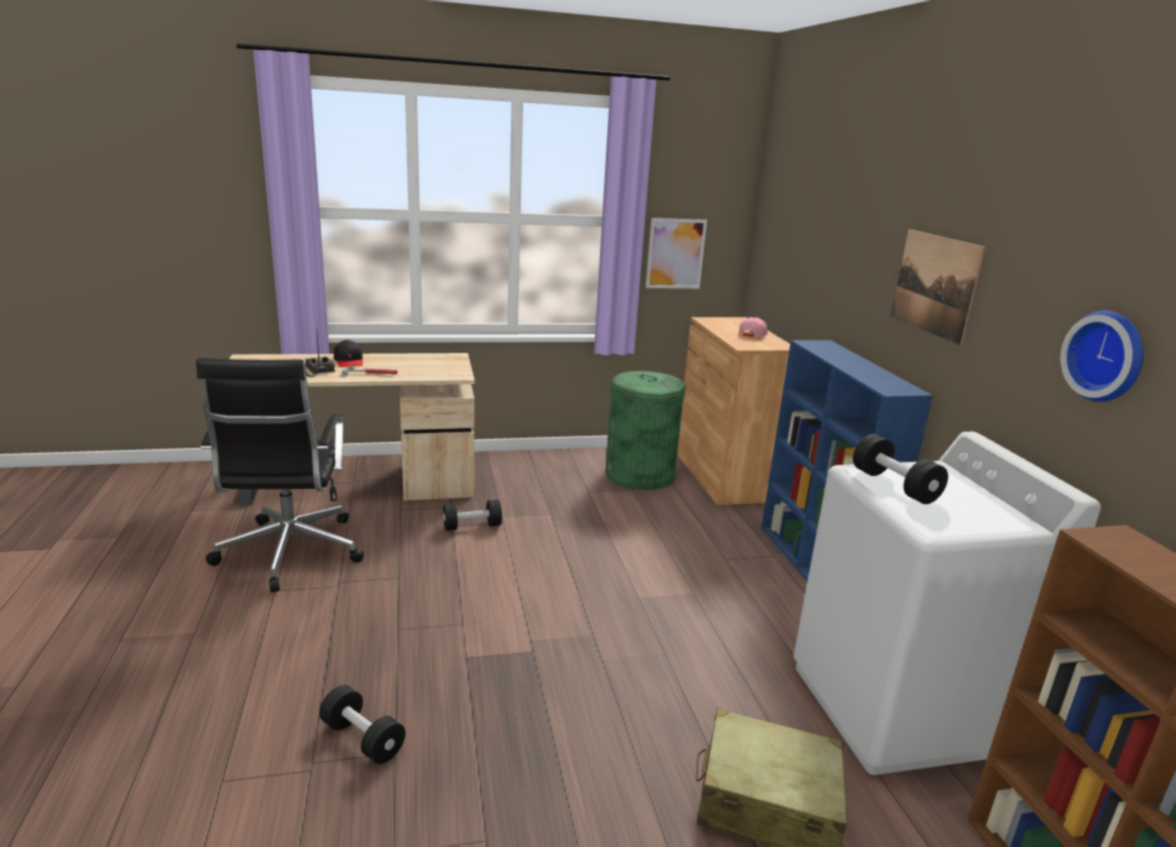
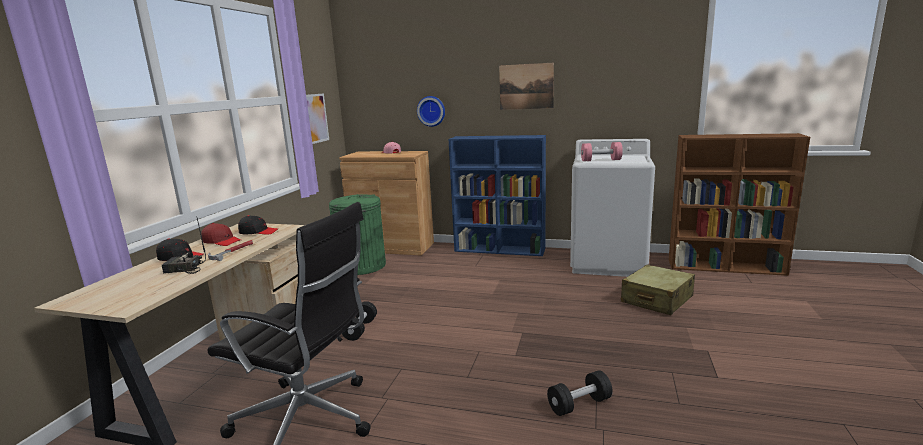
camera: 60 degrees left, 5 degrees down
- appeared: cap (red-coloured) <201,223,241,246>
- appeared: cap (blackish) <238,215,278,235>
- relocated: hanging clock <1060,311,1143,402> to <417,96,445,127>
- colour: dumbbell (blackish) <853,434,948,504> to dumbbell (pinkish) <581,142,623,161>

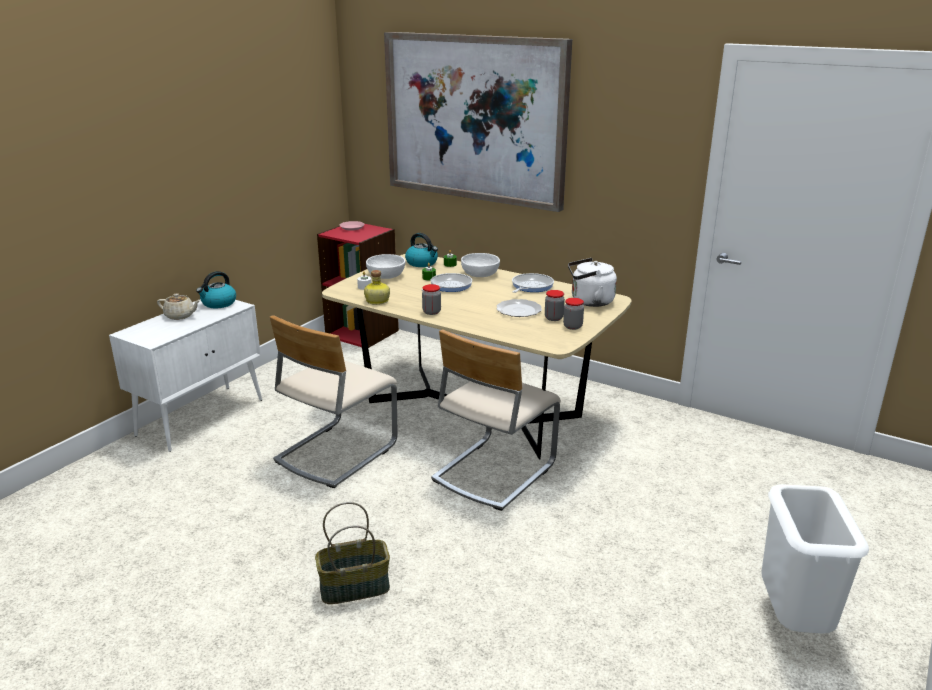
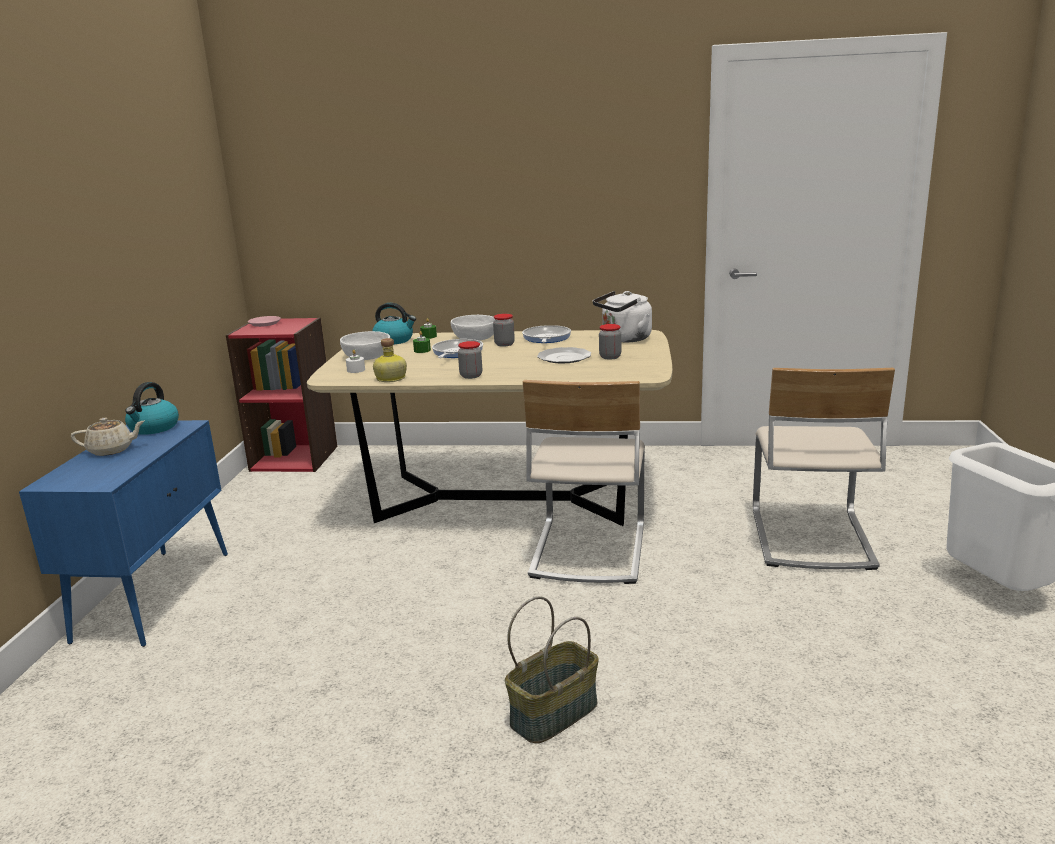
camera: 25 degrees left, 5 degrees down
- colour: storage cabinet (white-coloured) <109,300,262,452> to storage cabinet (blue) <19,420,228,647>
- relocated: jar <563,298,584,330> to <493,314,515,347>
- relocated: plain chair (sand-coloured) <270,315,398,488> to <753,368,895,570>
- missing: wall picture <384,32,572,212>

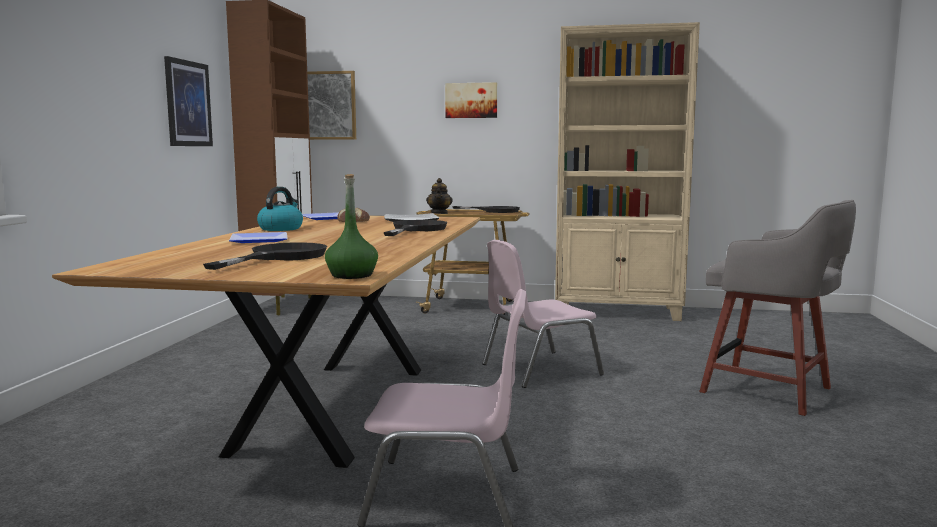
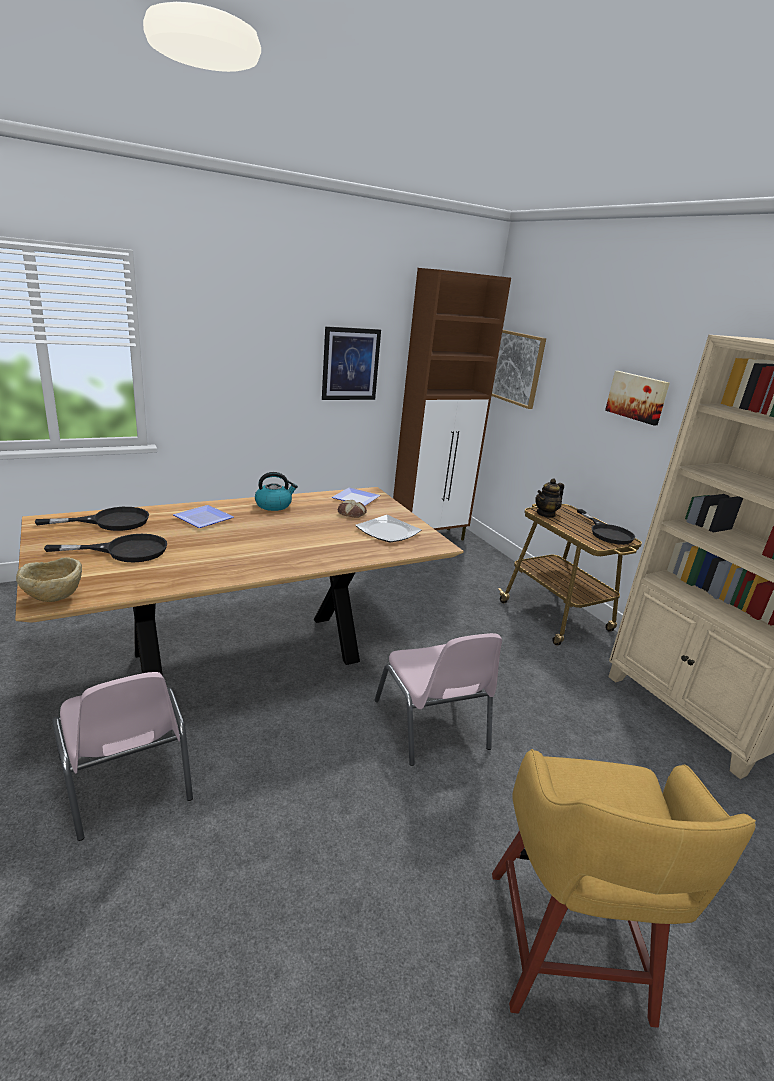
camera: 50 degrees right, 15 degrees up
- exchanged: beverage bottle (greenish) <325,174,378,279> to serving bowl (sand-coloured) <16,557,82,602>
- relocated: pan (blackish) <384,220,448,236> to <35,507,149,531>
- spun: plain chair (pinkish) <482,240,604,388> = <375,633,502,766> 135 degrees counterclockwise
- colour: stool (gray) <699,200,856,416> to stool (yellow) <492,749,756,1028>

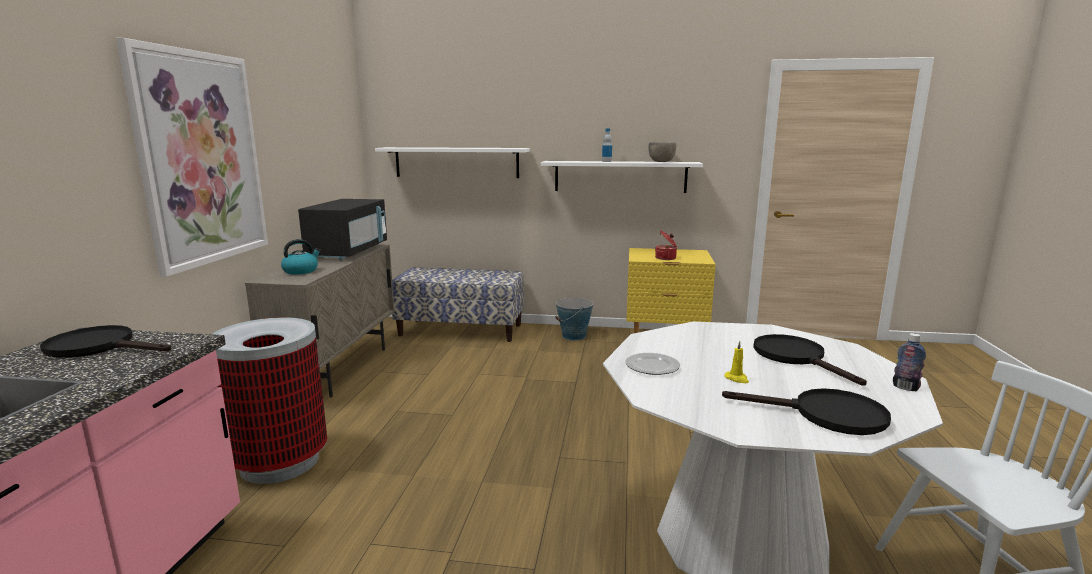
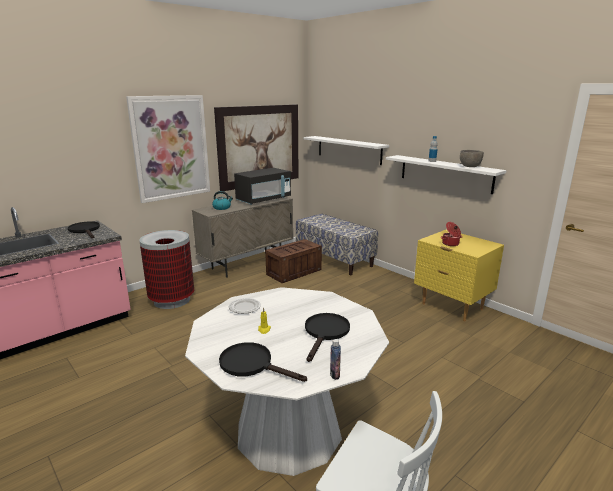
camera: 40 degrees right, 5 degrees up
- appeared: wall picture <214,104,298,191>
- spun: pan (blackish) <722,388,891,435> = <219,342,307,382> 150 degrees clockwise
- appeared: packing crate <265,239,322,283>
- missing: water bucket <555,296,594,341>

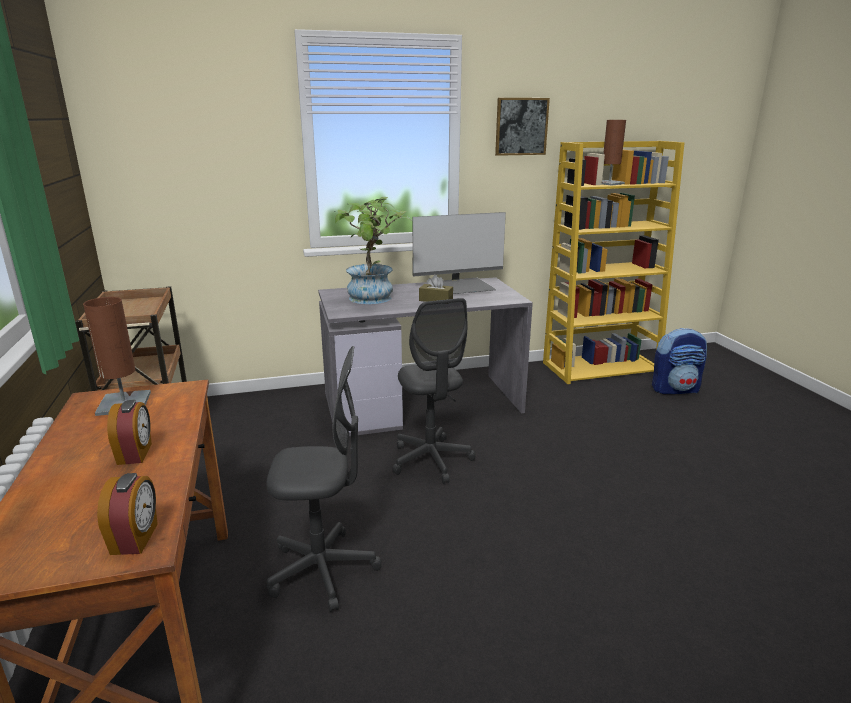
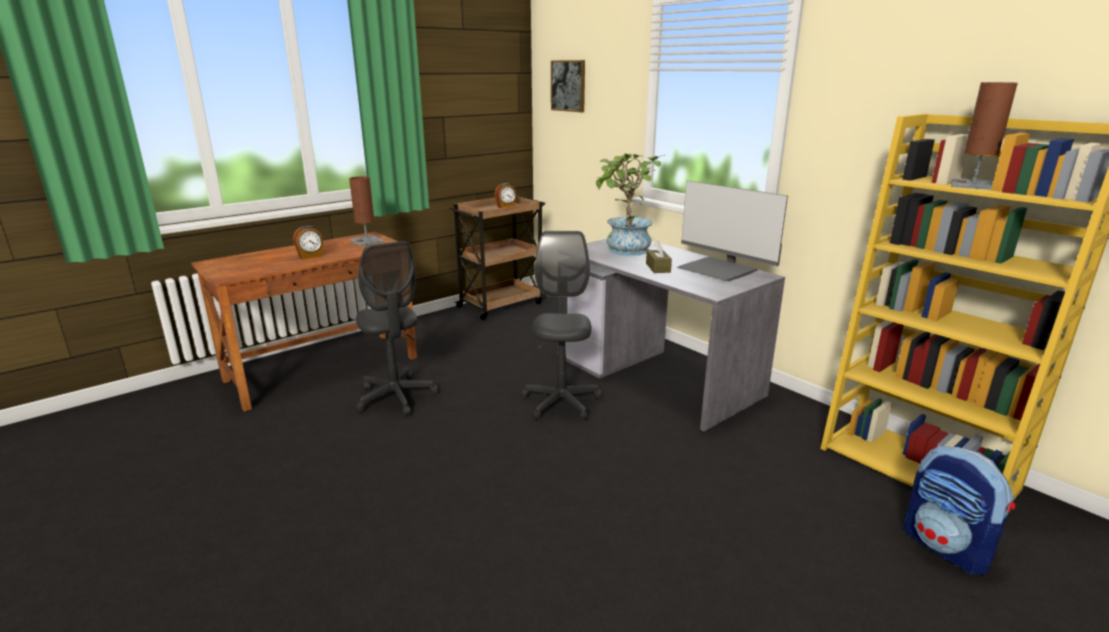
camera: 65 degrees right, 0 degrees up
- relocated: table clock <97,473,158,555> to <495,183,516,208>
- spun: office chair (gray) <392,298,475,484> = <521,231,603,420> 135 degrees clockwise
- relocated: wall picture <495,98,550,156> to <551,60,585,112>

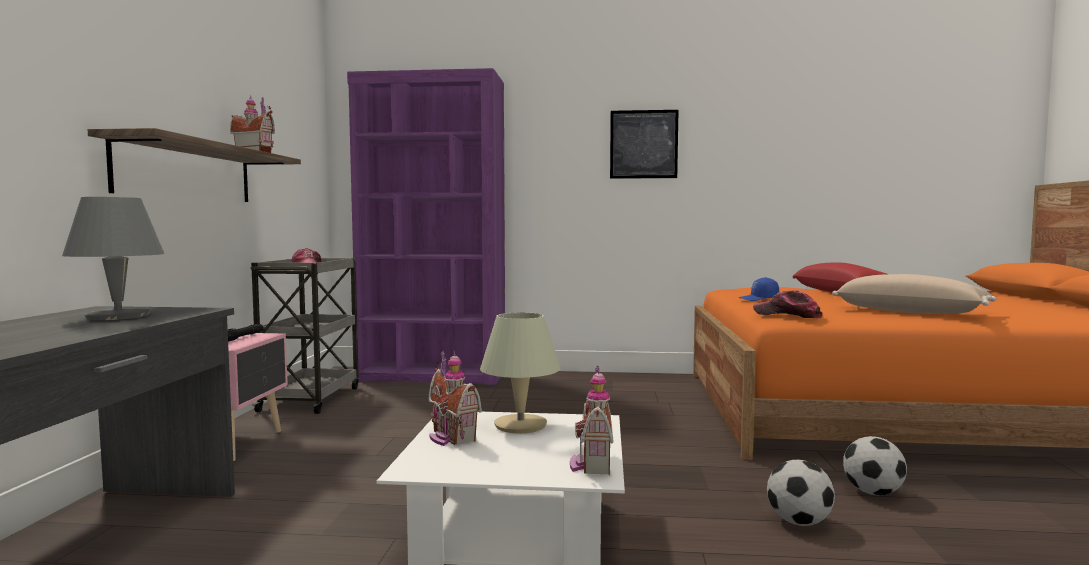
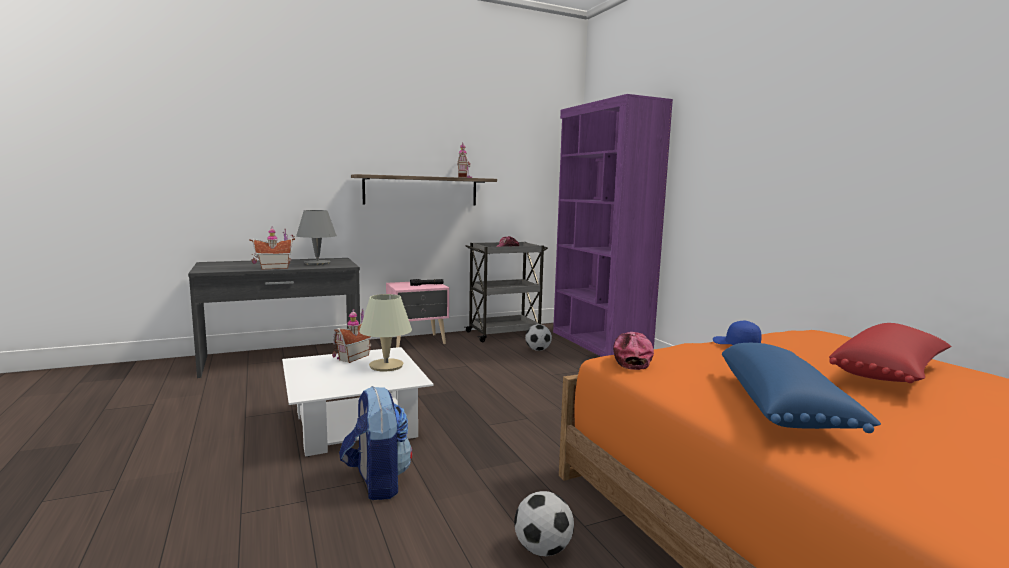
camera: 60 degrees right, 5 degrees up
- relocated: model house <570,366,614,475> to <249,228,295,269>
- appeared: knapsack <339,386,412,500>
- relocated: football ball <767,460,835,526> to <525,324,552,351>
- colour: throw pillow (sand-coloured) <832,274,996,314> to throw pillow (blue) <722,343,881,433>
- missing: wall picture <610,110,679,179>

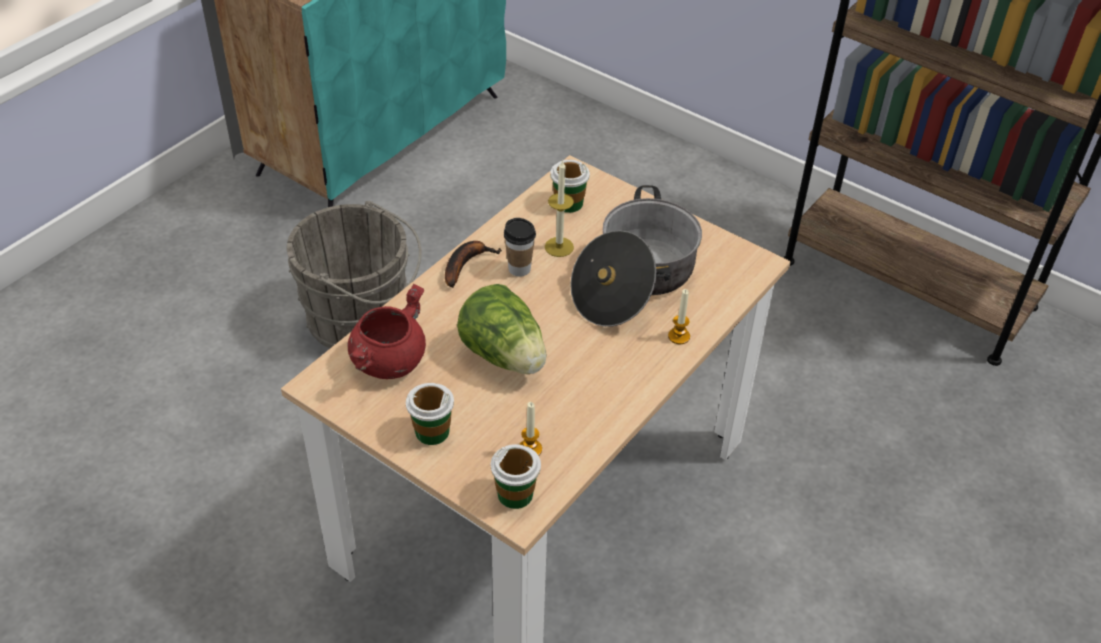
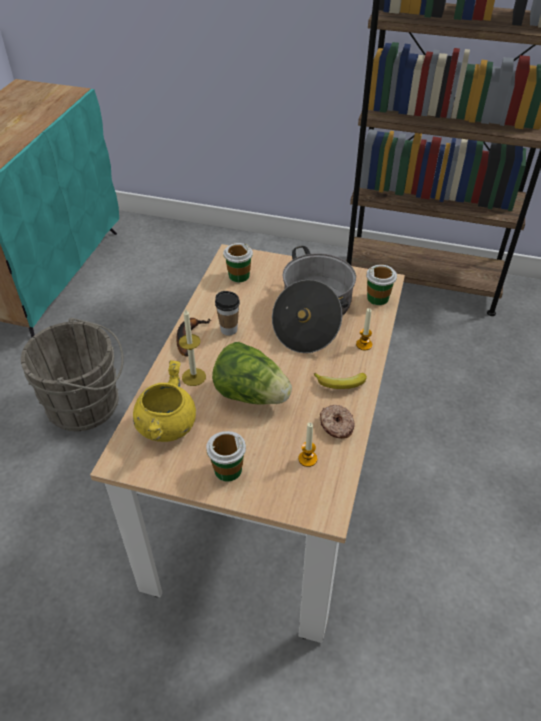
camera: 20 degrees left, 0 degrees up
- colour: stockpot (red-coloured) <348,284,426,379> to stockpot (yellow) <133,360,196,442>
- relocated: candle <545,160,574,257> to <179,309,206,386>
- appeared: banana <314,373,367,389>
- appeared: ring doughnut <320,405,355,439>
- relocated: cup <491,444,541,509> to <366,264,397,305>

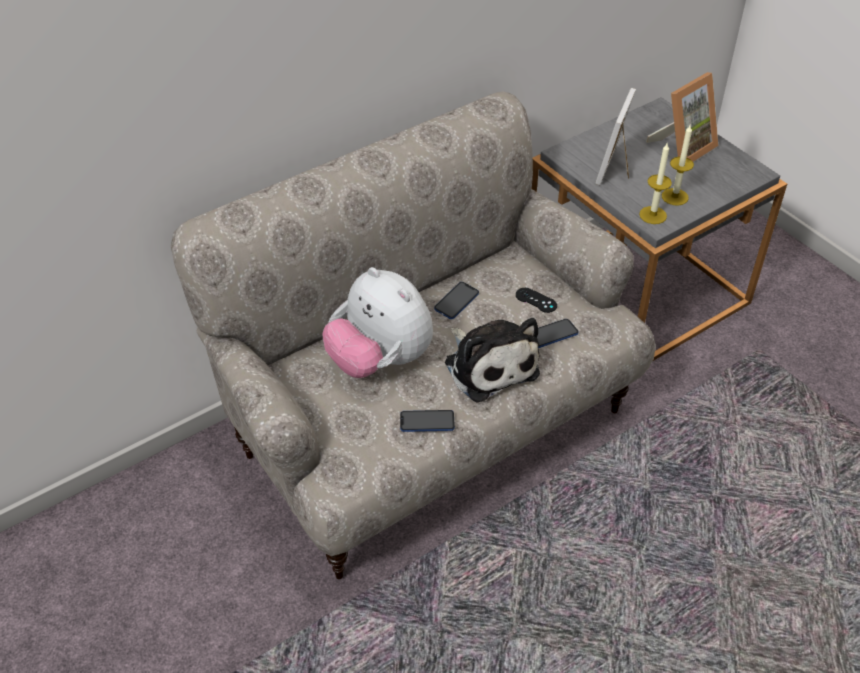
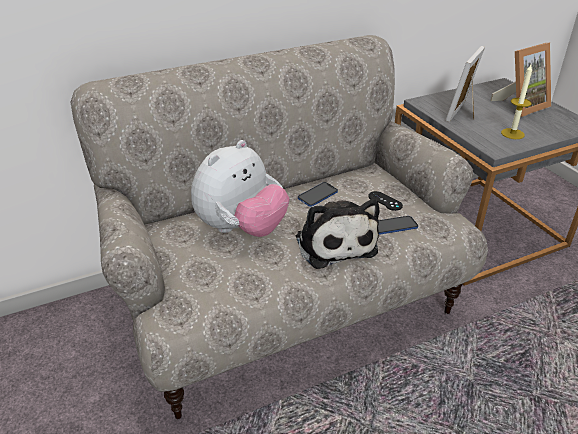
camera: 10 degrees right, 10 degrees down
- spun: plush toy <322,267,433,378> = <191,140,289,237> 105 degrees counterclockwise
- missing: telephone <400,410,455,432>
- missing: candle <639,142,672,224>

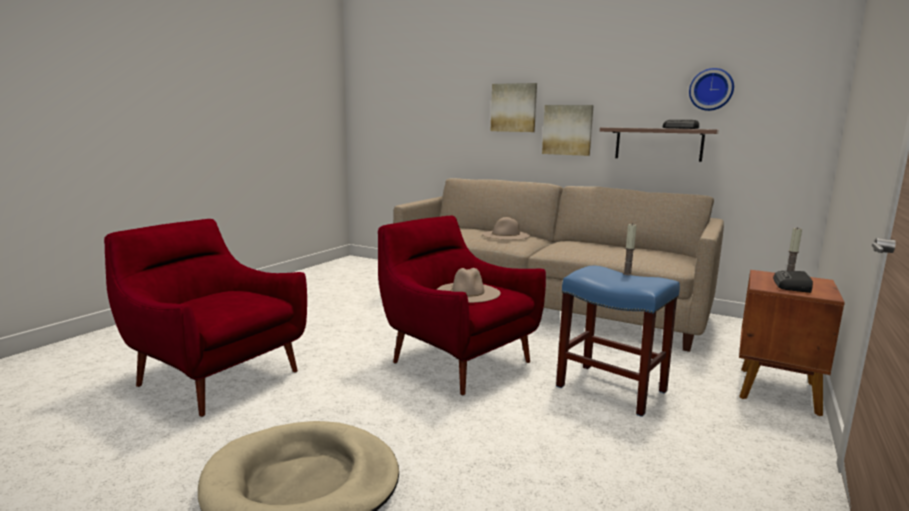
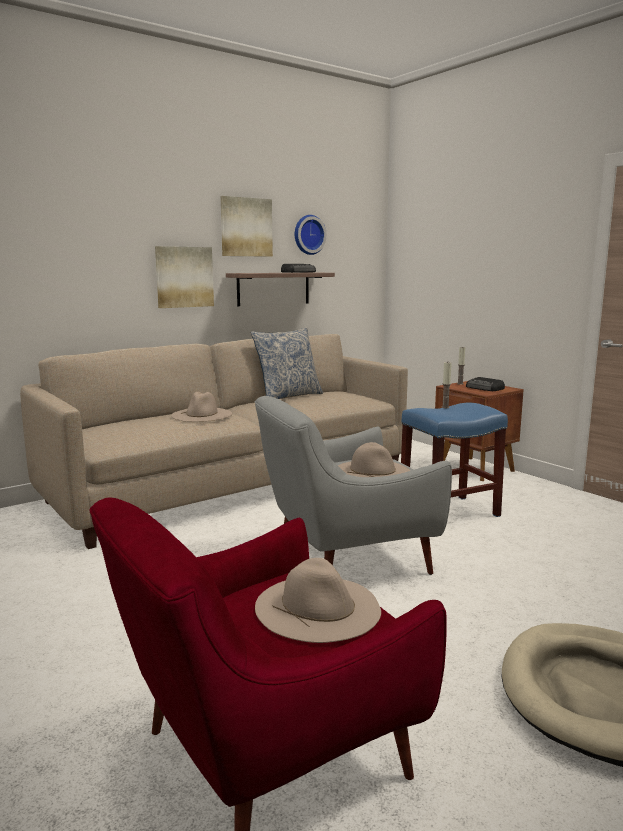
camera: 65 degrees left, 0 degrees up
- relocated: wall picture <491,83,537,132> to <220,196,273,257>
- appeared: throw pillow <251,327,323,399>
- colour: lounge chair (red-coloured) <378,216,546,395> to lounge chair (gray) <254,396,452,575>
- appeared: hat (sand-coloured) <255,558,381,643>

